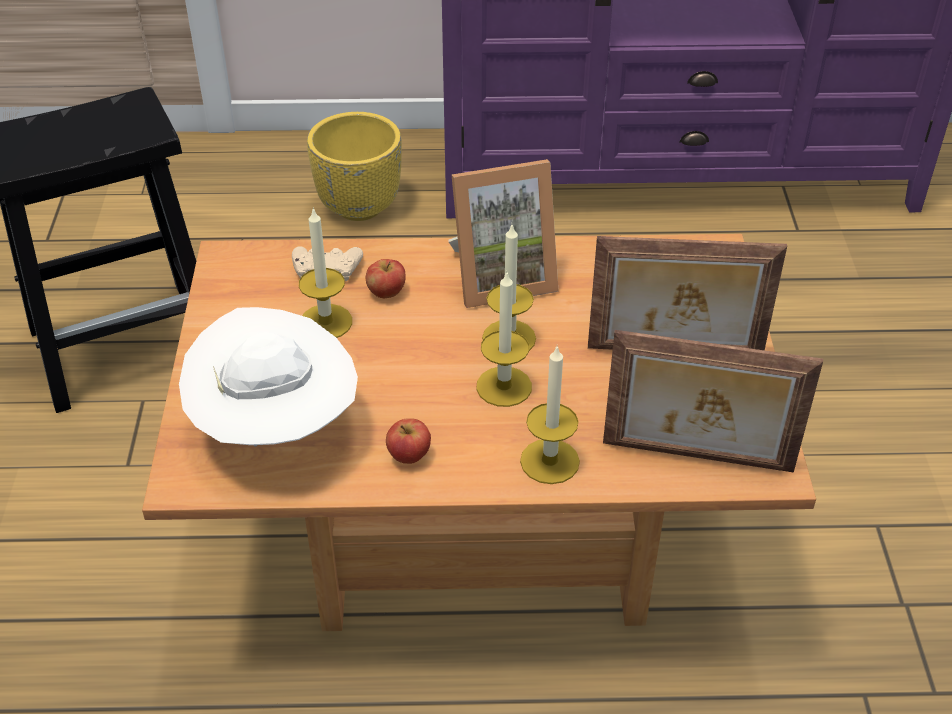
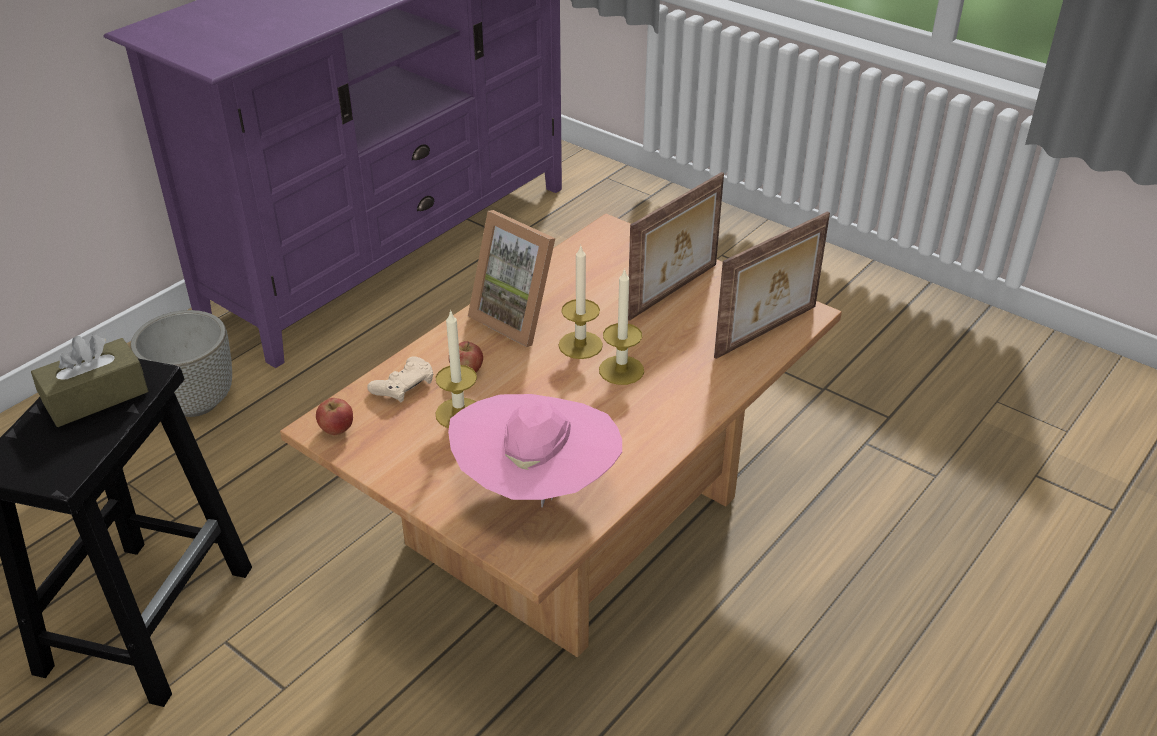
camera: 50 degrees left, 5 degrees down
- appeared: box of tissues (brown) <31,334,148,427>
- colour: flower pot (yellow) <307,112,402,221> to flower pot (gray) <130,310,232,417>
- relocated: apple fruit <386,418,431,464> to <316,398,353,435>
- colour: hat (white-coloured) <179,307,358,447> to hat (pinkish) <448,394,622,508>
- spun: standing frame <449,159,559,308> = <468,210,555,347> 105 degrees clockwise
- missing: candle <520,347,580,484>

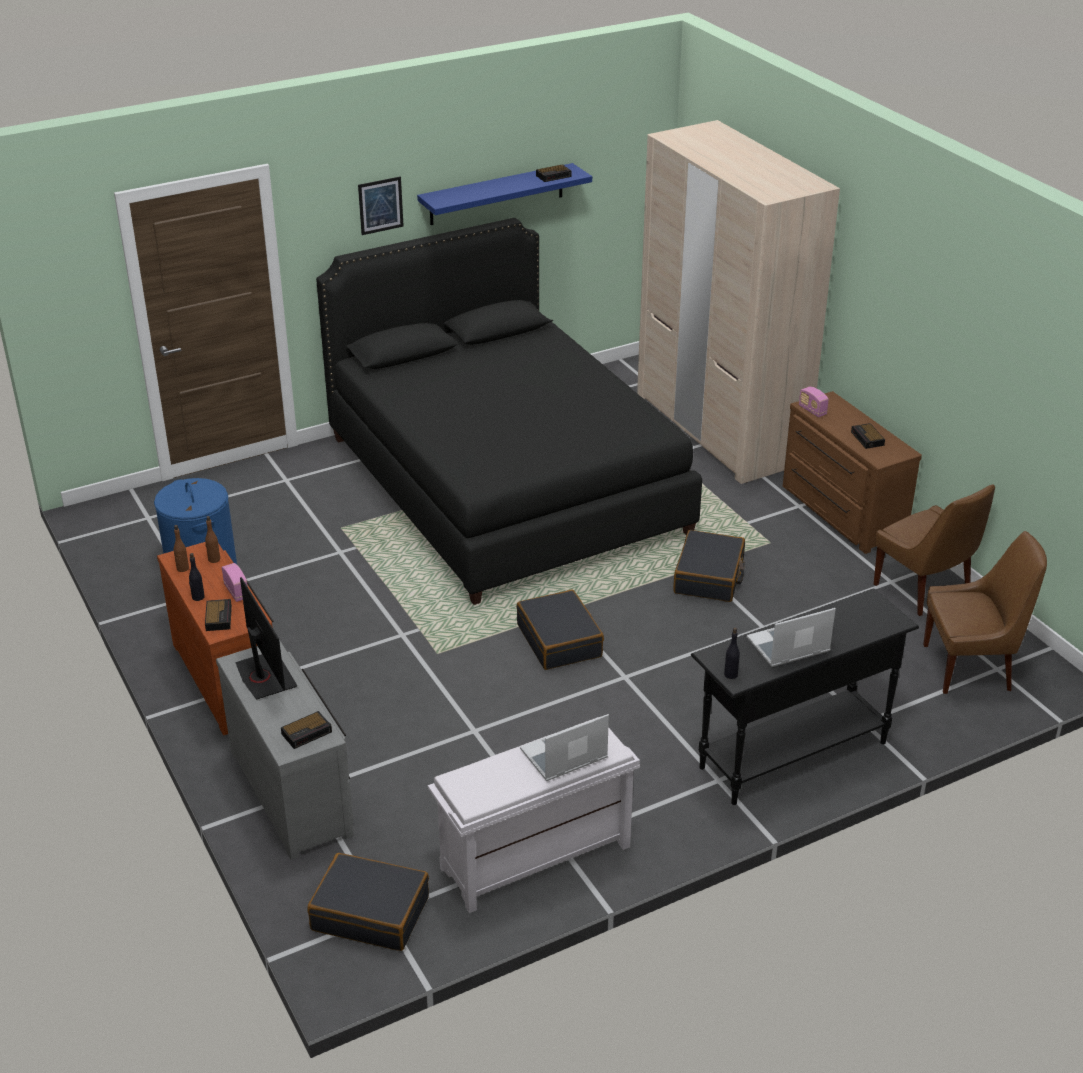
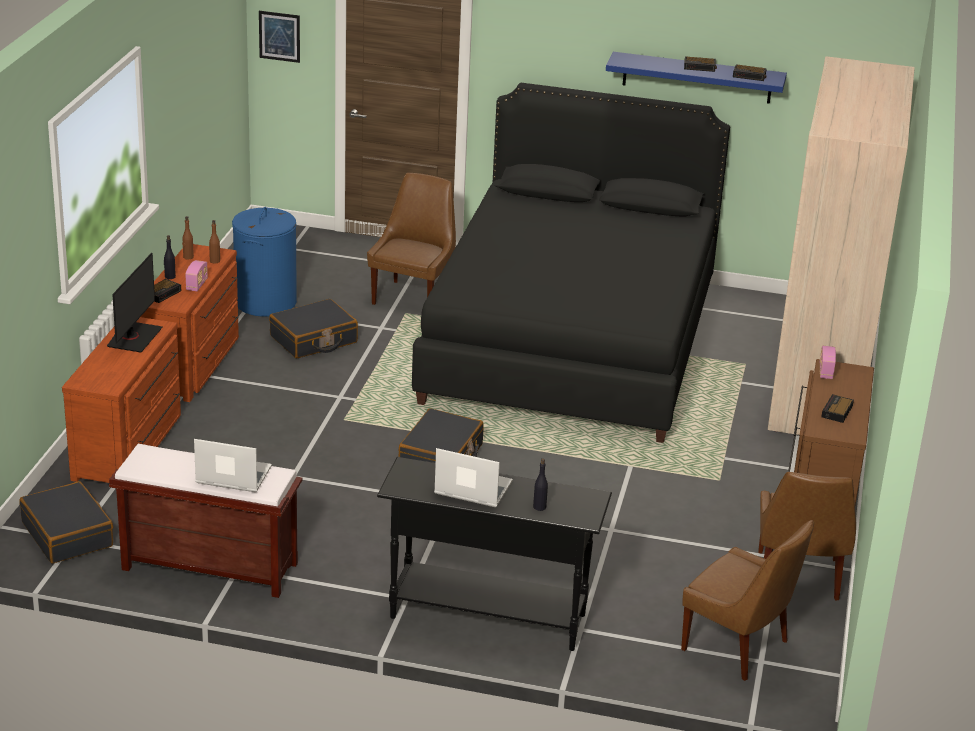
camera: 40 degrees right, 5 degrees down
- colour: drawer chest (gray) <216,640,354,860> to drawer chest (brown) <62,317,181,483>
- colour: bench (white-coloured) <428,717,640,913> to bench (brown) <109,444,302,598>
- relocated: wall picture <358,177,404,235> to <259,11,300,63>
- relocated: travel case (blackish) <673,530,745,602> to <269,299,358,358>
- appeared: plain chair (brown) <367,173,456,305>
- relocated: beverage bottle (blackish) <724,628,740,679> to <533,459,548,511>
- relocated: table clock <281,711,332,749> to <684,57,717,72>

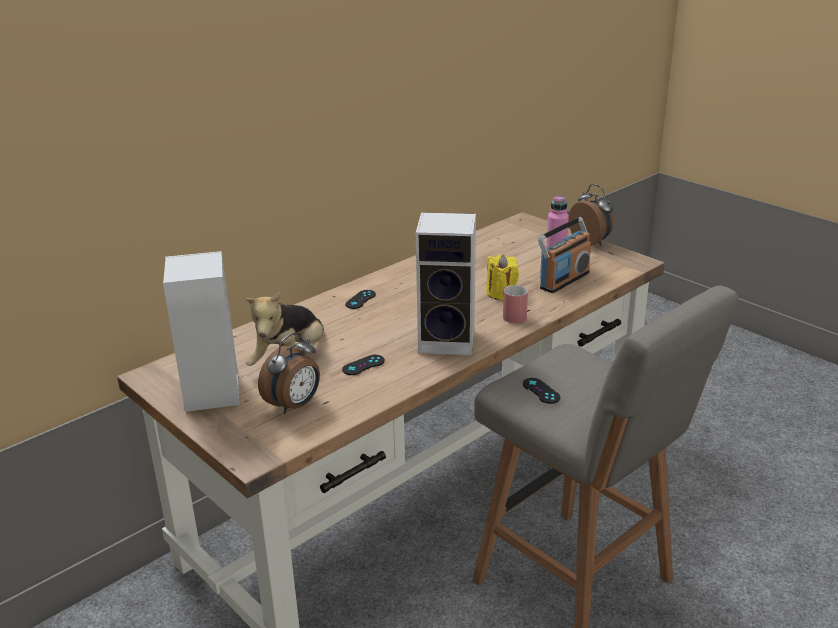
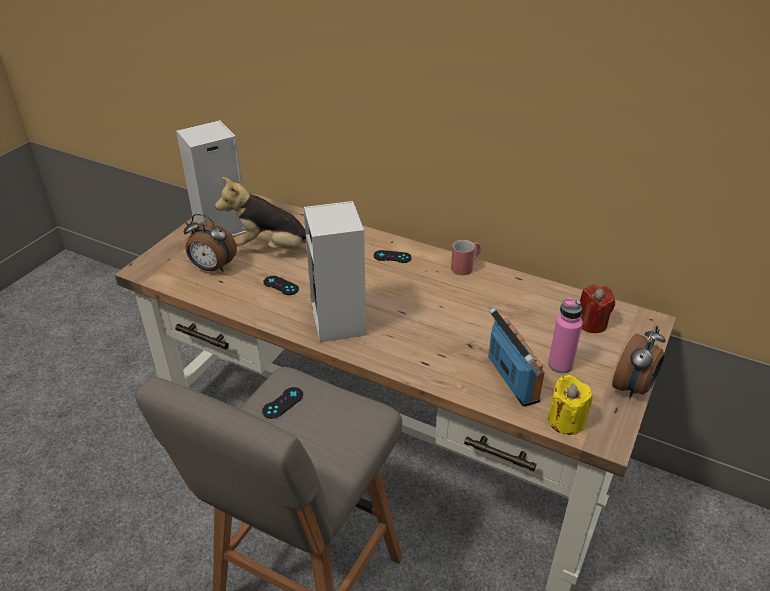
camera: 70 degrees right, 10 degrees up
- relocated: coffee mug (red-coloured) <502,285,528,323> to <451,240,481,275>
- spun: radio <537,217,591,293> = <488,307,545,407> 135 degrees counterclockwise
- relocated: candle (yellow) <486,255,519,300> to <548,375,593,435>
- appeared: candle (red-coloured) <580,284,615,333>

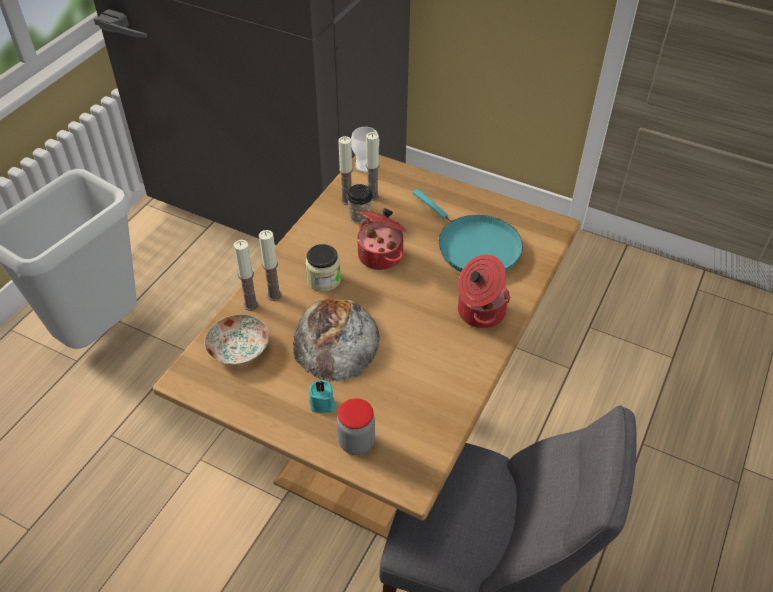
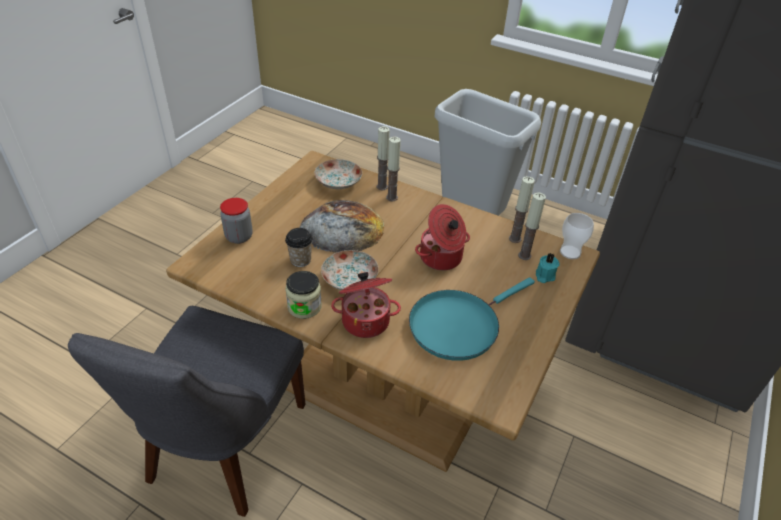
camera: 90 degrees right, 5 degrees down
- relocated: cup <346,184,373,223> to <285,228,313,267>
- relocated: jar <305,244,341,292> to <285,271,322,319>
- appeared: flat dish <321,250,378,290>
- relocated: candle (blue-green) <309,380,336,413> to <536,253,560,283>

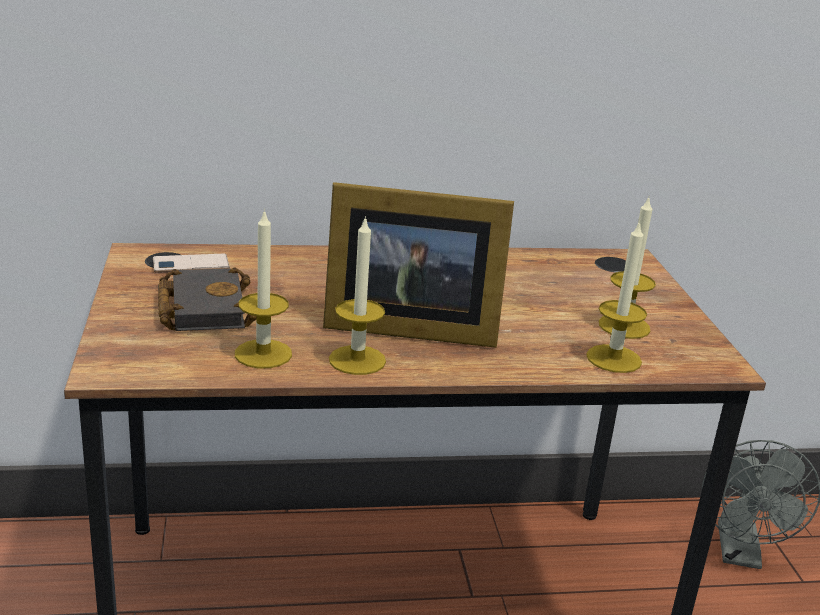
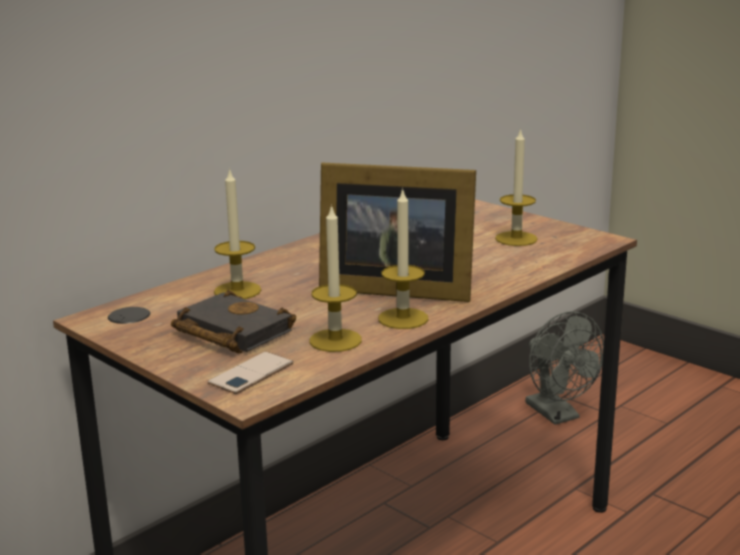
camera: 35 degrees left, 5 degrees down
- relocated: telephone <153,254,230,273> to <208,352,293,394>
- relocated: candle <586,220,647,373> to <214,168,261,299>
- spun: standing frame <323,182,514,348> = <319,163,476,302> 45 degrees clockwise

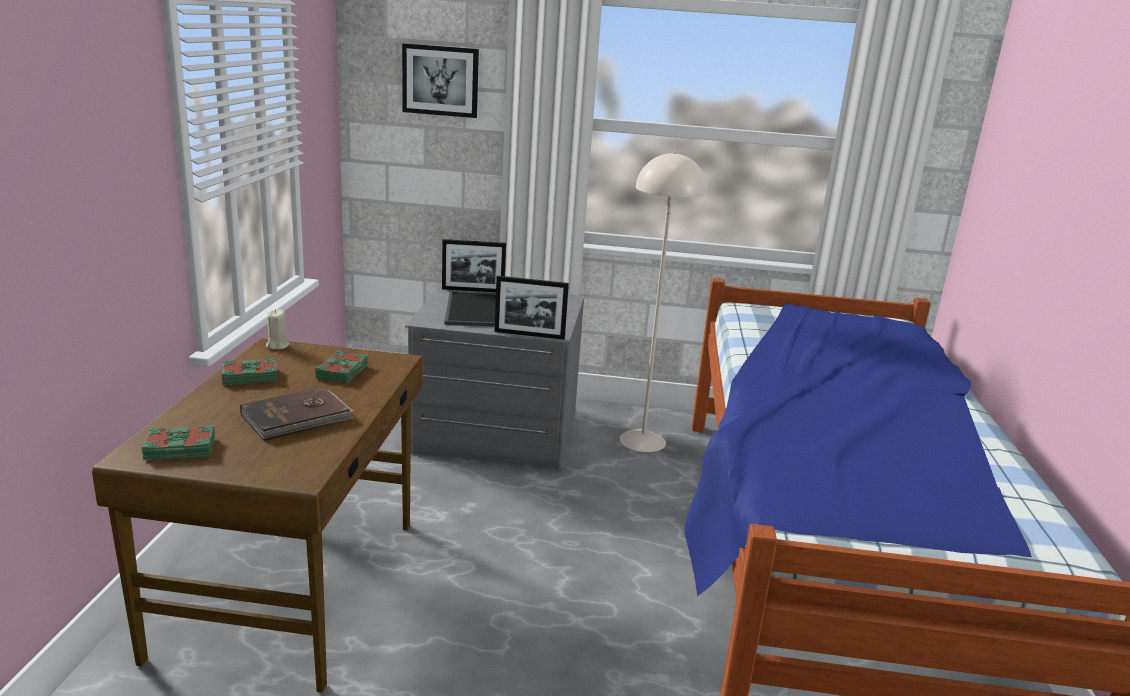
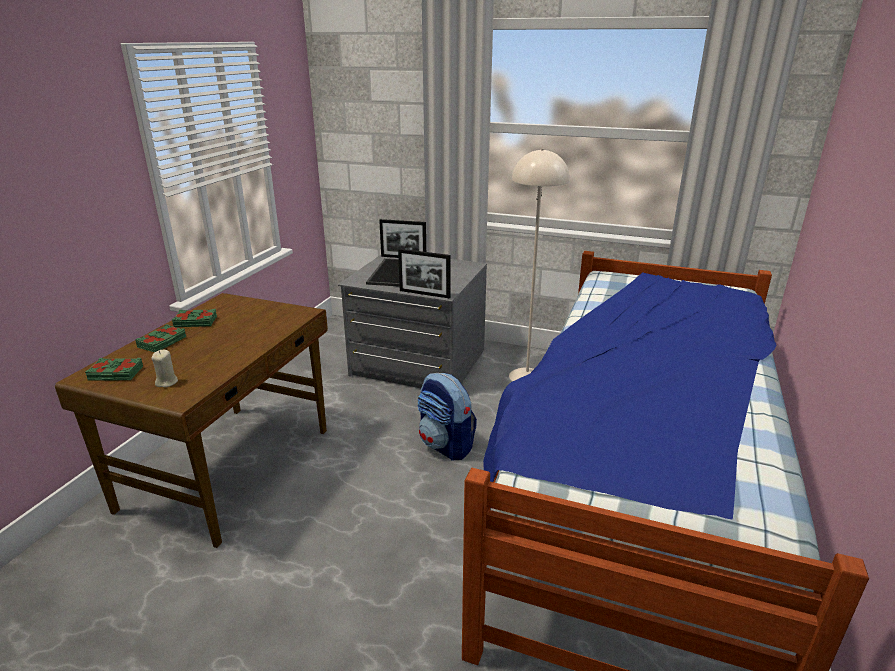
camera: 15 degrees right, 5 degrees up
- relocated: bound book (greenish) <315,350,368,383> to <135,324,186,352>
- relocated: candle (sand-coloured) <266,309,289,349> to <152,350,178,387>
- appeared: knapsack <418,373,477,460>
- missing: bound book (brown) <240,387,354,441>
- missing: wall picture <402,43,479,118>

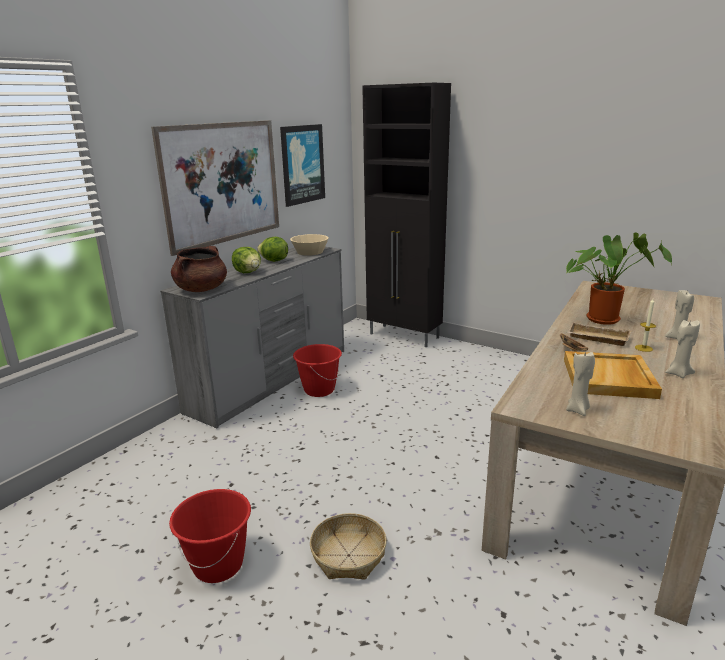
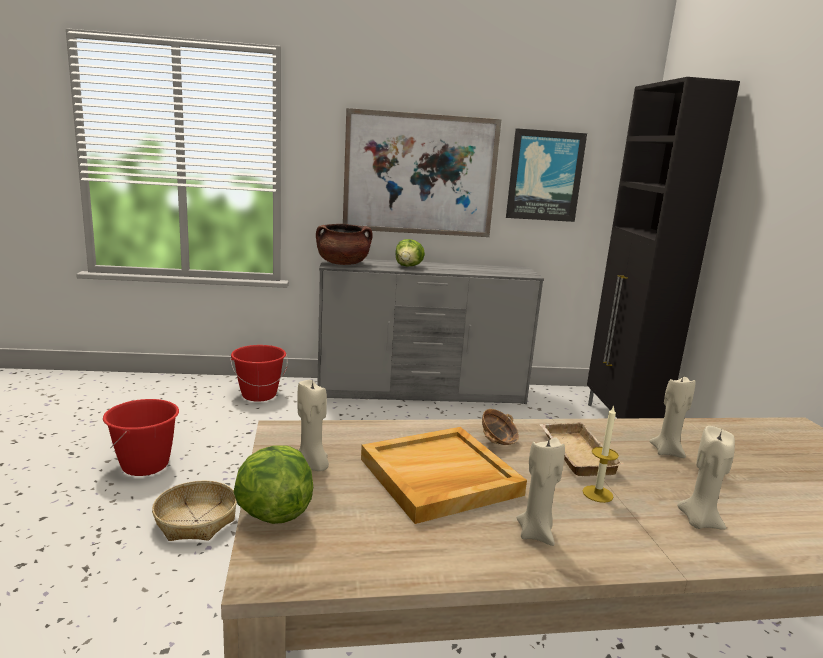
camera: 50 degrees right, 5 degrees down
- relocated: water bucket (red-coloured) <293,344,342,397> to <230,345,288,402>
- relocated: lettuce head <257,237,288,262> to <233,445,313,524>
- exchanged: potted plant <566,233,672,325> to candle (sand-coloured) <649,377,696,458>
- missing: serving bowl (sand-coloured) <290,234,329,256>

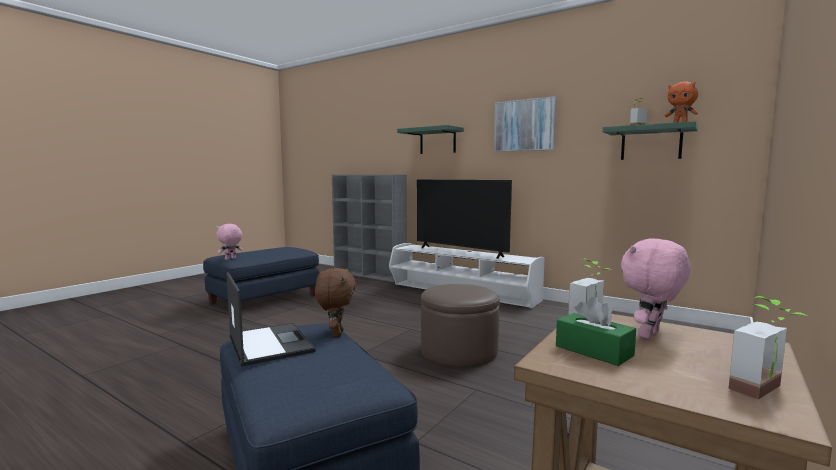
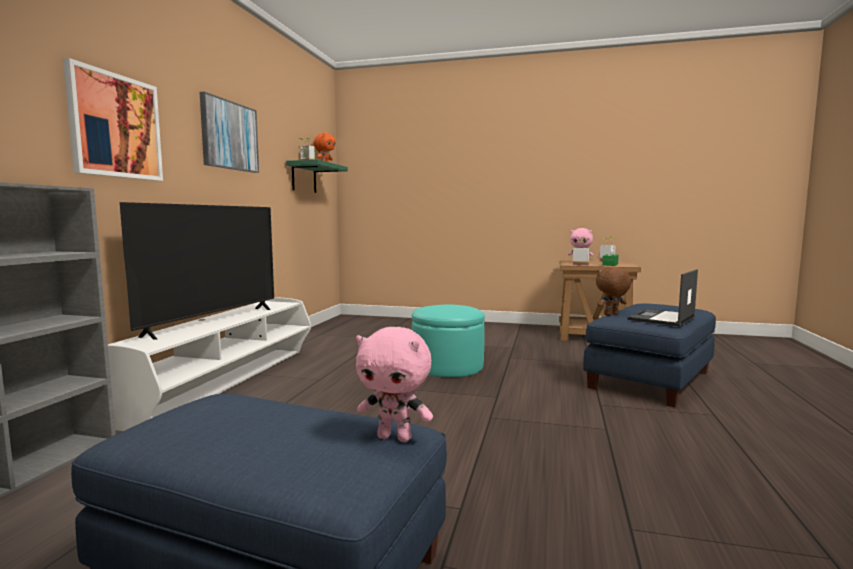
camera: 110 degrees left, 0 degrees up
- exchanged: shelf (greenish) <397,125,464,154> to wall picture <63,58,163,181>
- colour: pouffe (brown) <421,284,500,367> to pouffe (blue-green) <412,305,485,377>

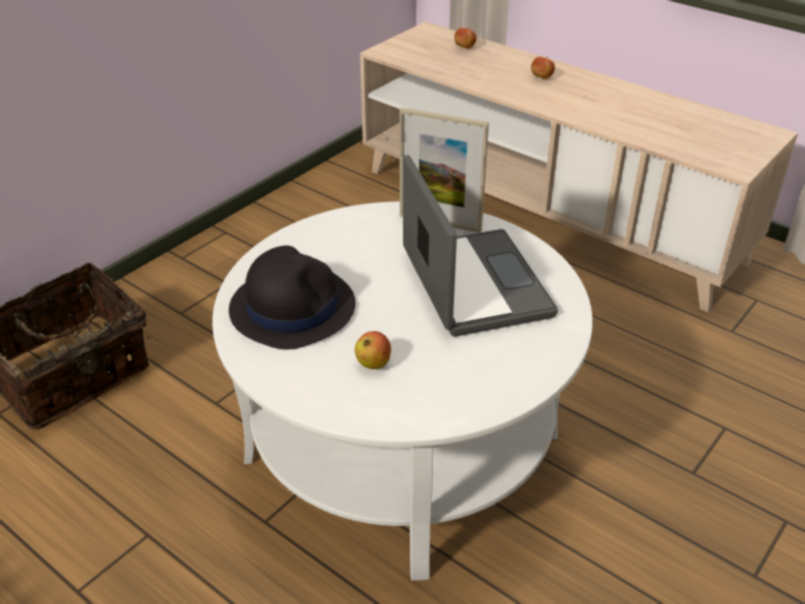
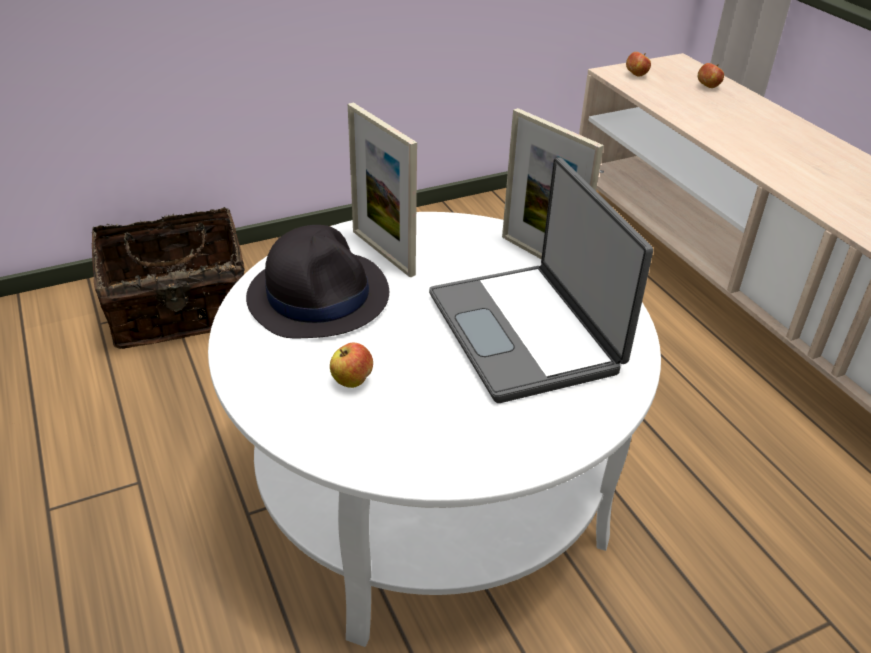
camera: 25 degrees right, 0 degrees up
- appeared: standing frame <348,102,417,277>
- spun: notebook computer <403,155,558,337> = <429,157,653,403> 150 degrees clockwise
- relocated: apple fruit <531,56,555,79> to <626,52,651,77>

